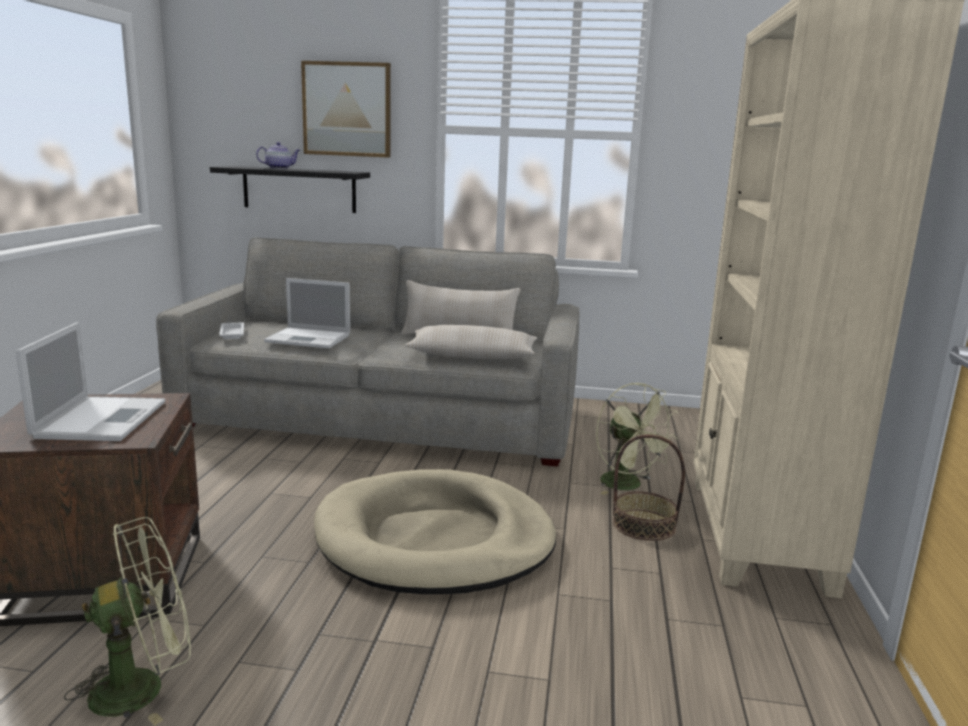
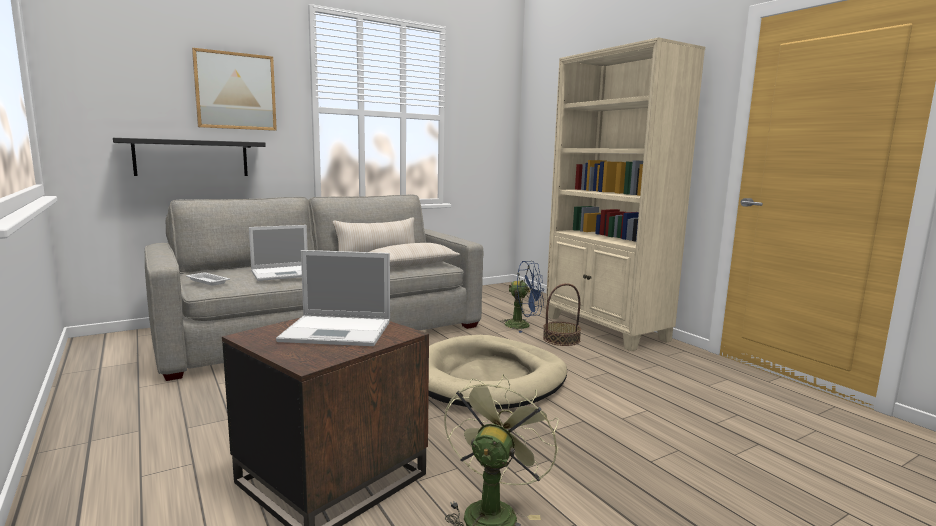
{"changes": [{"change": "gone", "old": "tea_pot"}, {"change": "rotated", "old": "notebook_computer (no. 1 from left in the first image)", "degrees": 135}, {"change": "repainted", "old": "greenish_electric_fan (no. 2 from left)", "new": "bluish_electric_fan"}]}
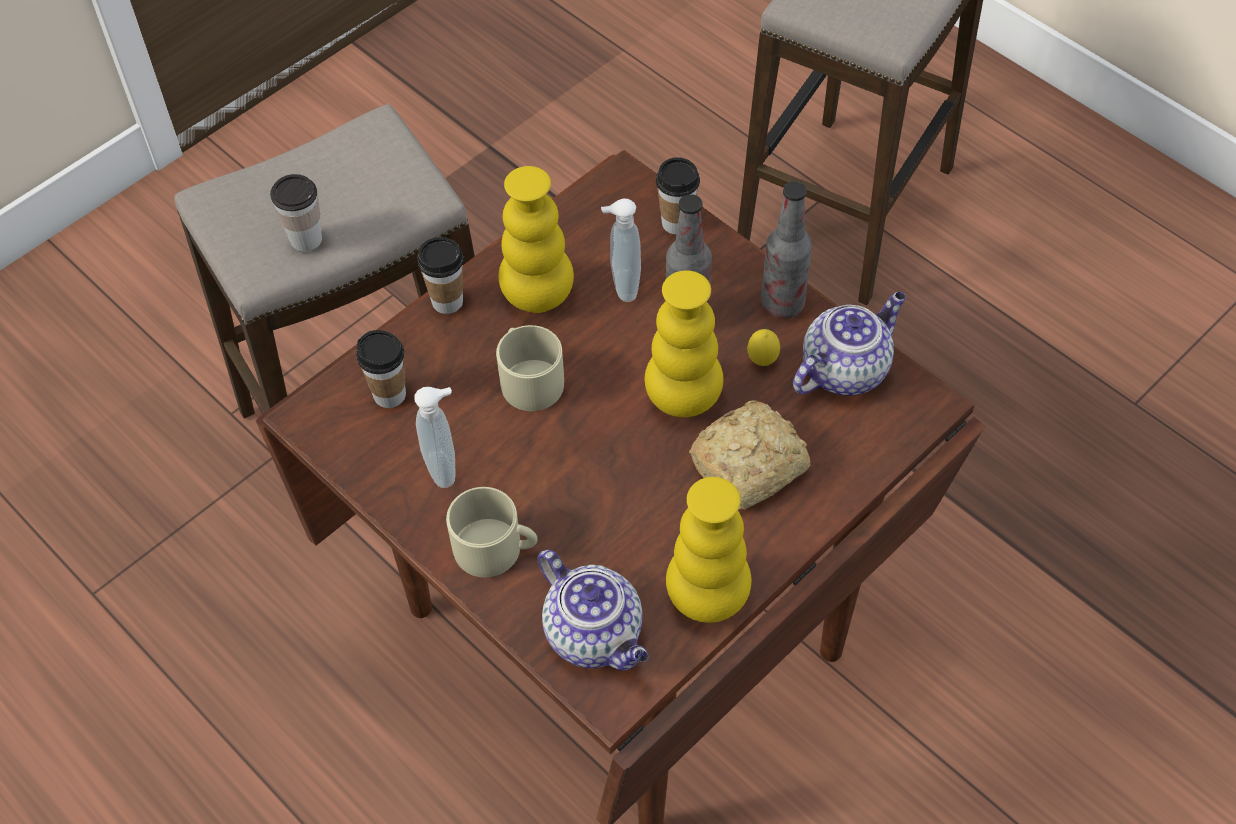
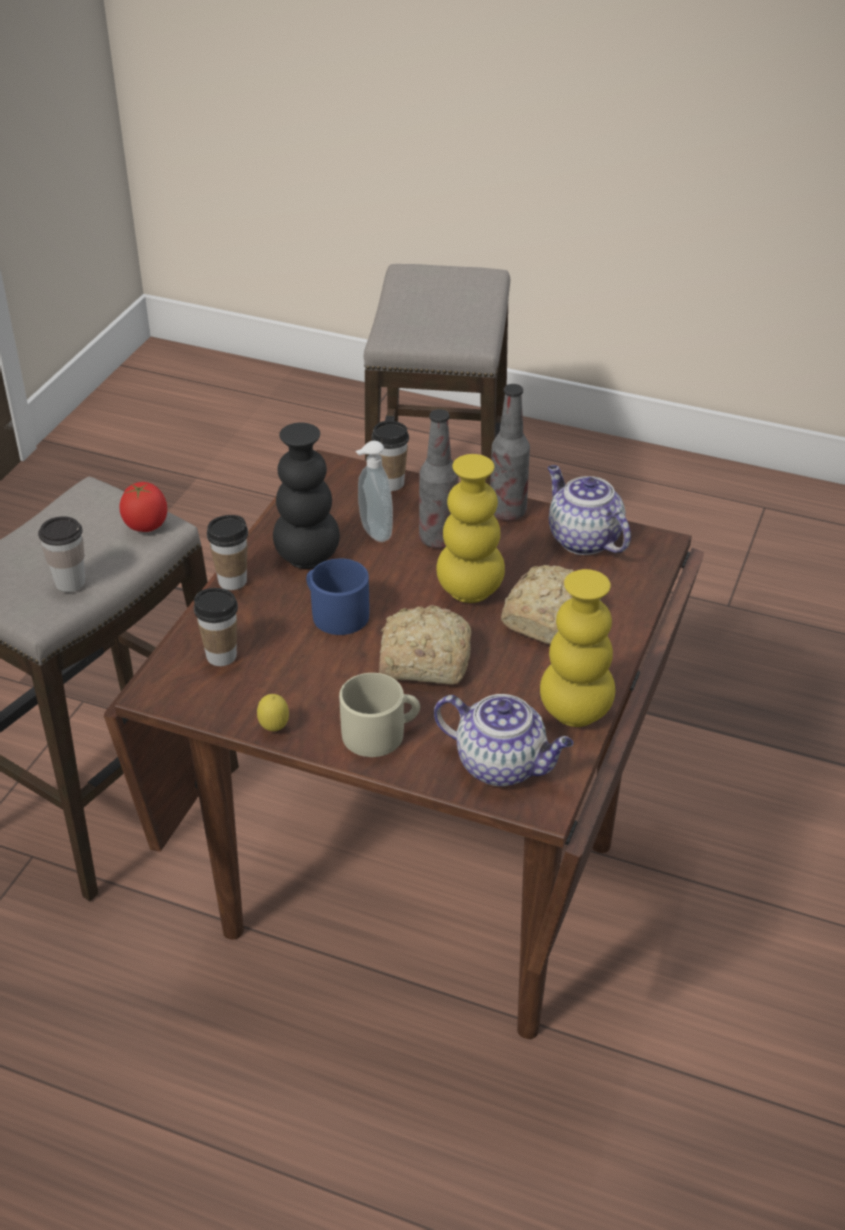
{"changes": [{"change": "repainted", "old": "yellow_flower_vase (no. 1 from left)", "new": "black_flower_vase"}, {"change": "rotated", "old": "tea_pot (no. 2 from left)", "degrees": -60}, {"change": "repainted", "old": "sand-coloured_tea_mug (no. 2 from left)", "new": "bluish_tea_mug"}, {"change": "shifted", "old": "whole_lemon"}, {"change": "gone", "old": "soap_dispenser (no. 1 from left)"}, {"change": "new", "new": "fresh_tomato"}, {"change": "new", "new": "baked_bread (no. 1 from left)"}]}
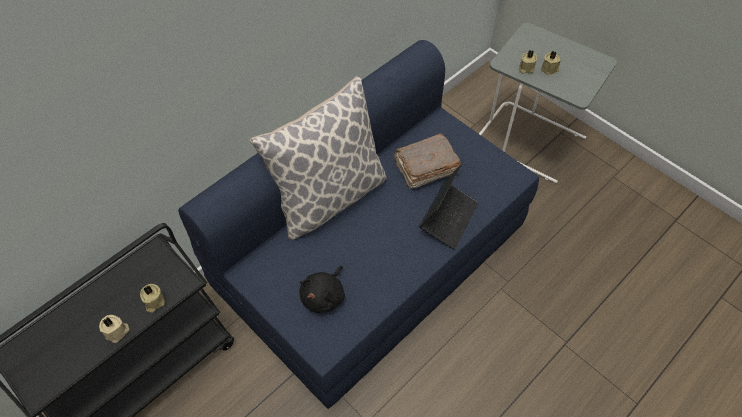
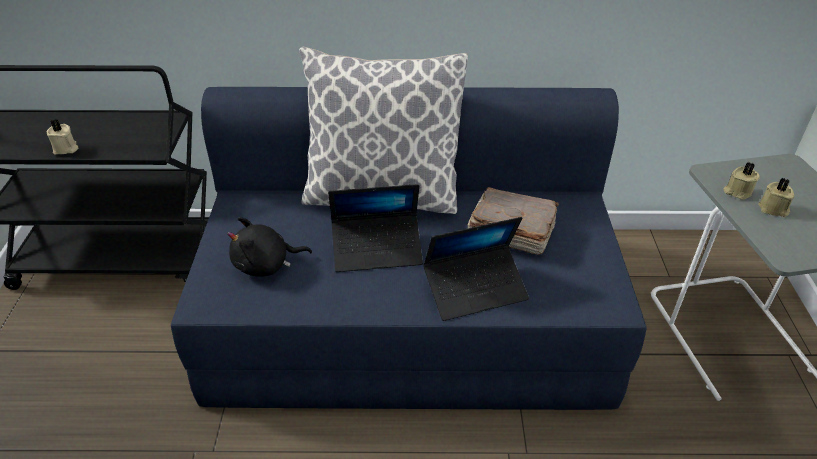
{"changes": [{"change": "gone", "old": "sand-coloured_candle (no. 2 from left)"}, {"change": "new", "new": "notebook_computer (no. 1 from left)"}]}
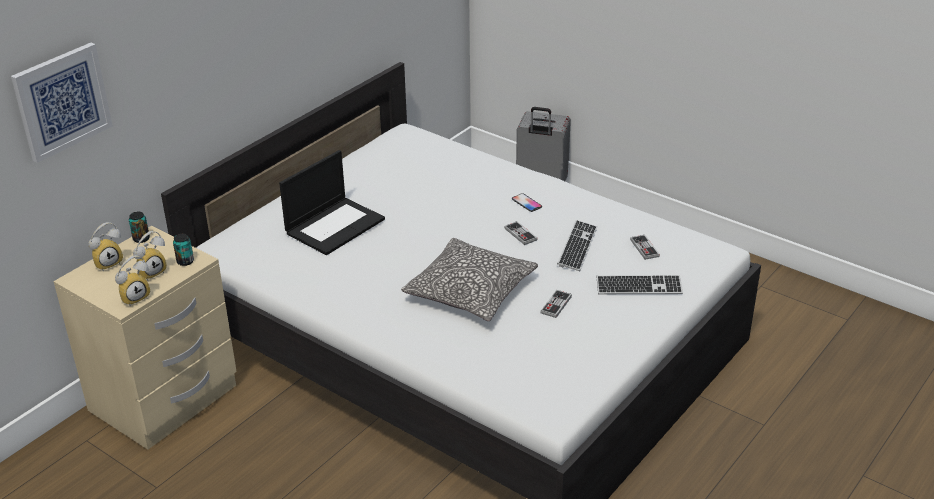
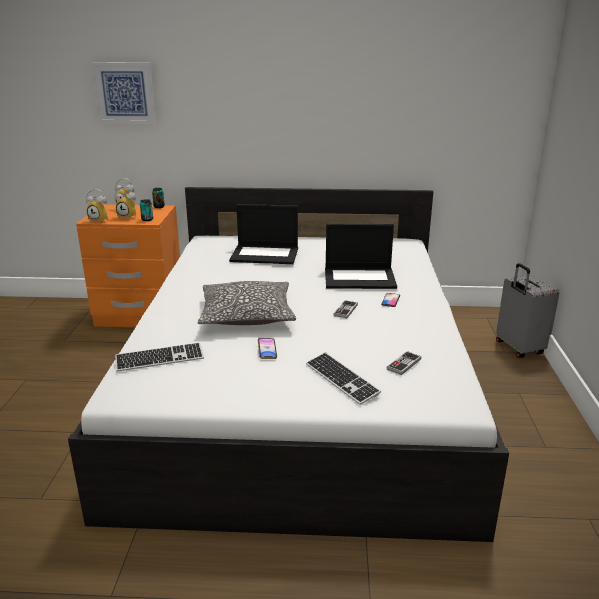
{"changes": [{"change": "shifted", "old": "keyboard (no. 1 from left)"}, {"change": "repainted", "old": "sand-coloured_bedside_table", "new": "orange-coloured_bedside_table"}, {"change": "swapped", "old": "joypad (no. 2 from left)", "new": "phone (no. 1 from left)"}, {"change": "new", "new": "notebook_computer (no. 2 from left)"}]}
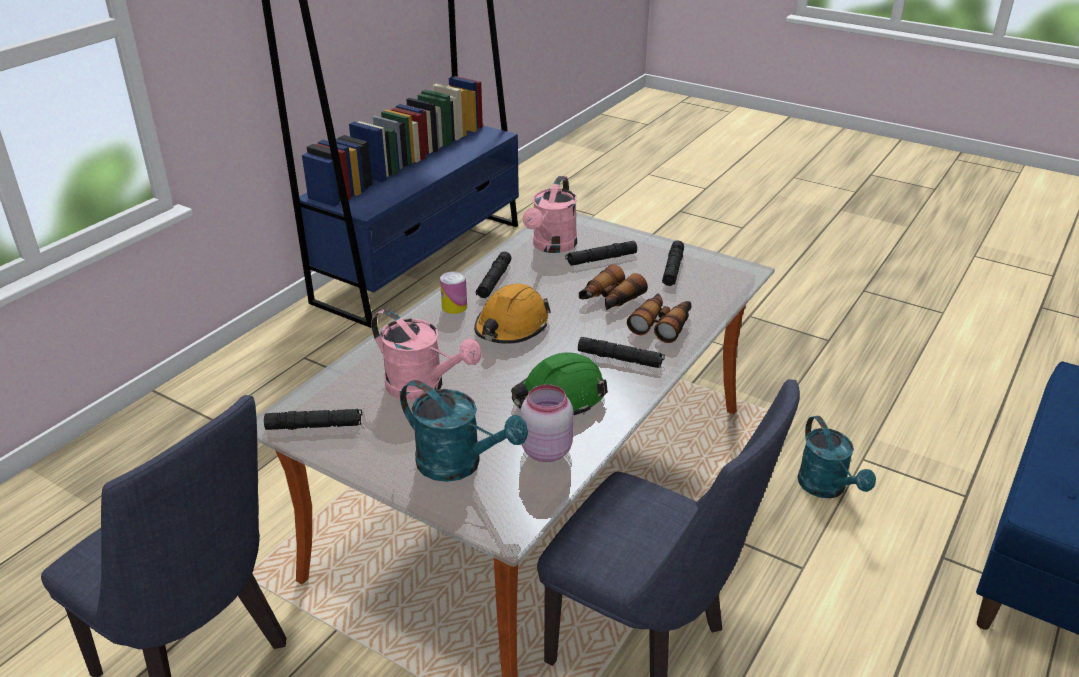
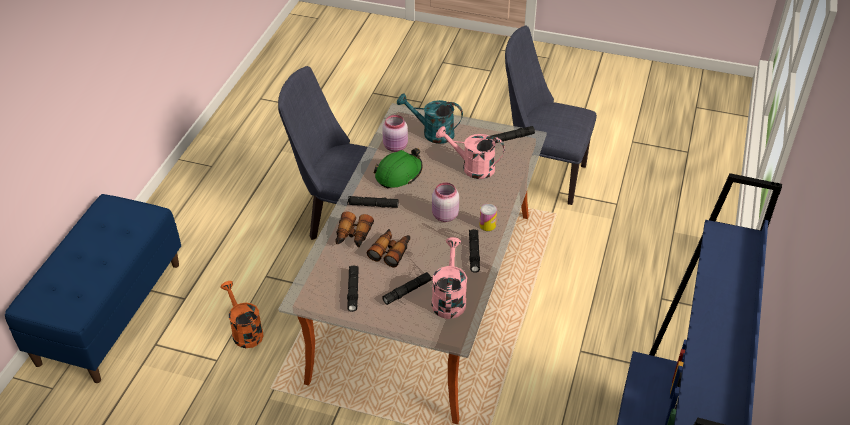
{"changes": [{"change": "swapped", "old": "orange-coloured_hard_hat", "new": "pink-coloured_jar (no. 2 from left)"}, {"change": "repainted", "old": "blue-green_sprinkling_can (no. 2 from left)", "new": "orange-coloured_sprinkling_can"}]}
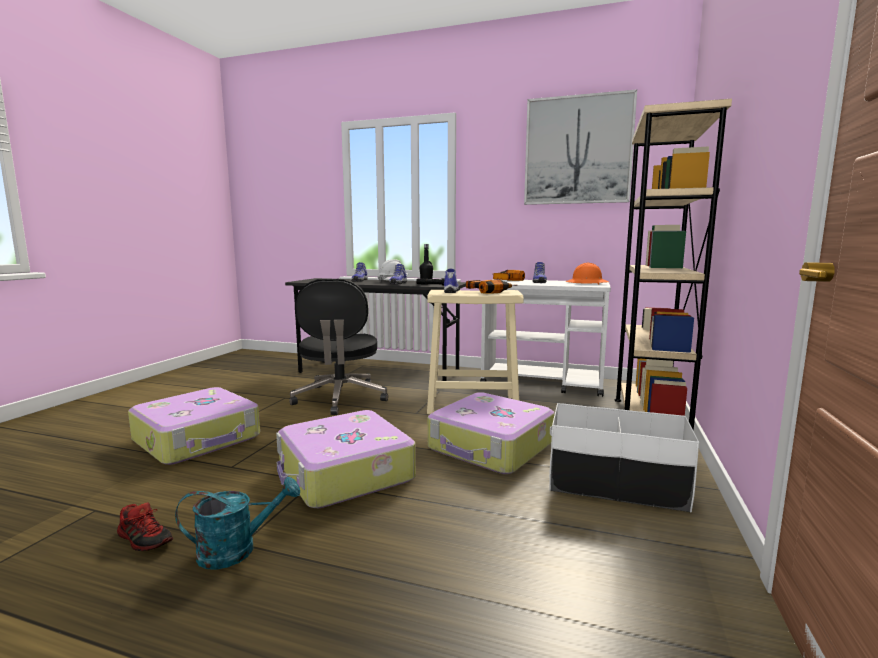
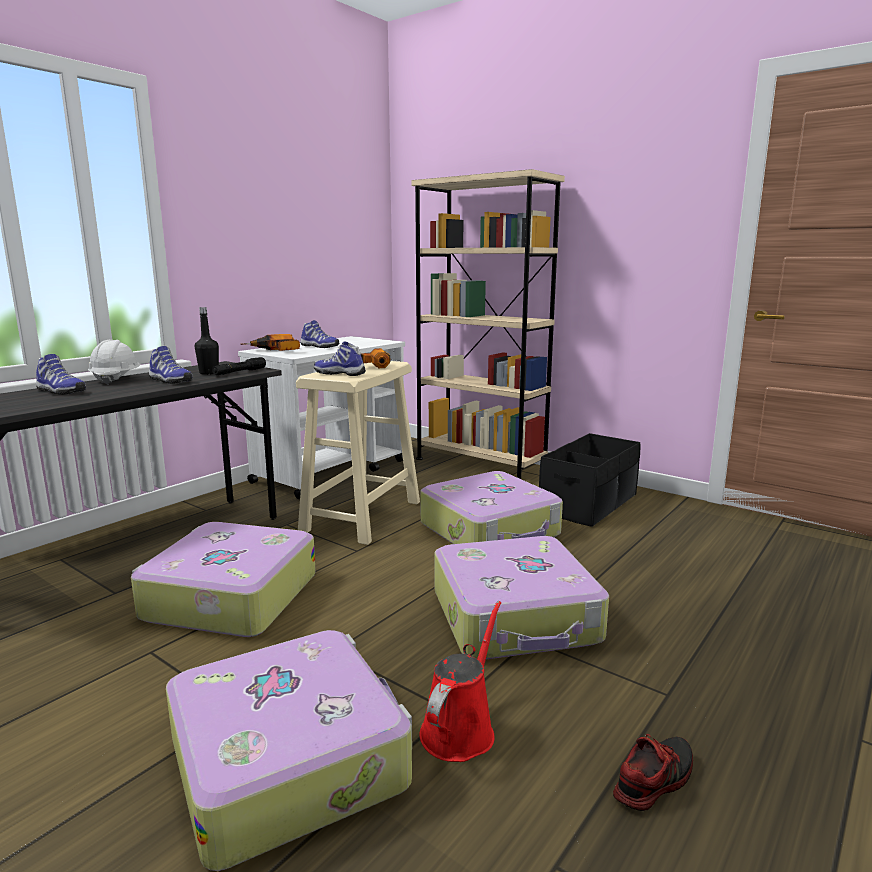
{"changes": [{"change": "gone", "old": "picture"}, {"change": "gone", "old": "orange-coloured_hard_hat"}, {"change": "swapped", "old": "black_desk_chair", "new": "travel_case (no. 1 from left)"}, {"change": "repainted", "old": "white-coloured_storage_bin", "new": "black_storage_bin"}, {"change": "gone", "old": "blue-green_sprinkling_can"}, {"change": "new", "new": "red_sprinkling_can"}]}
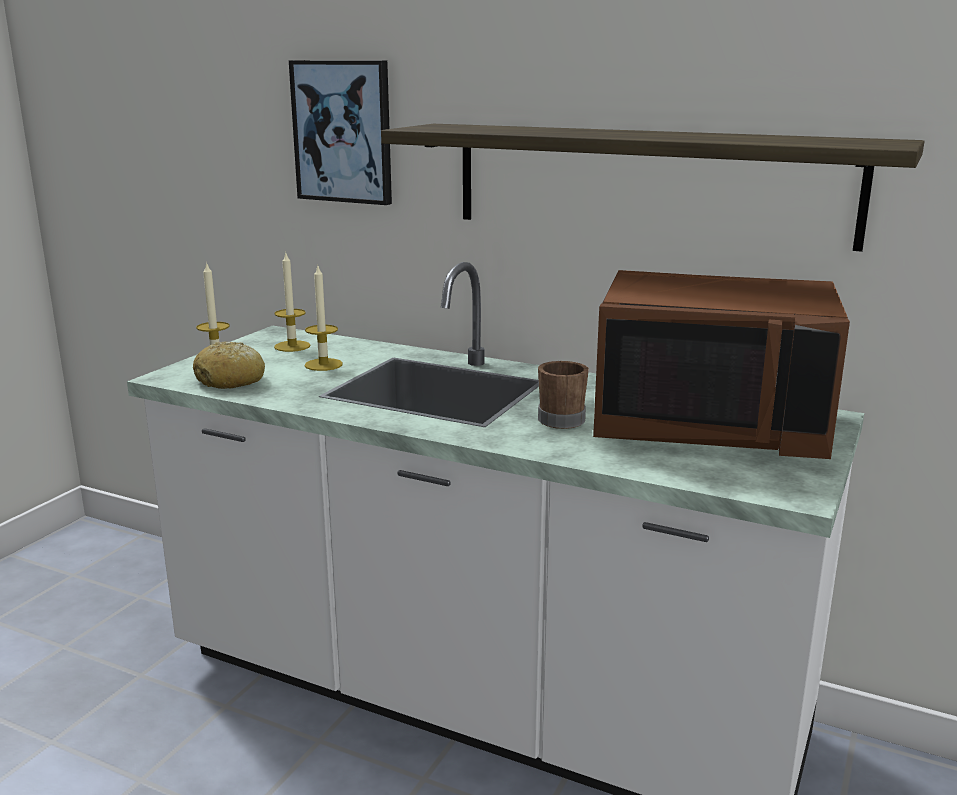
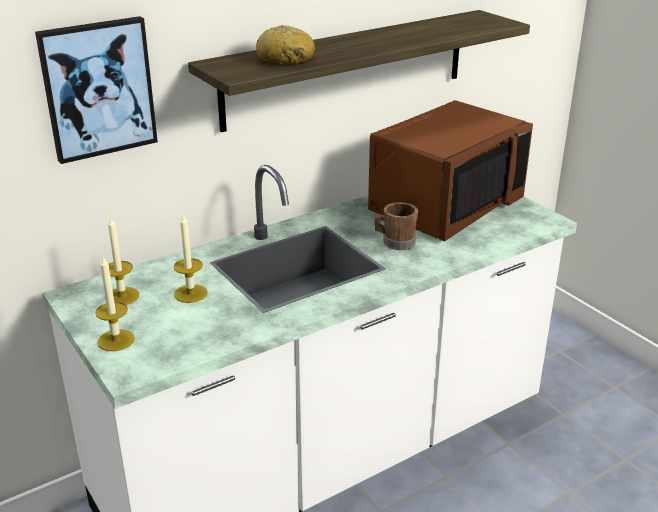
{"changes": [{"change": "shifted", "old": "baked_bread"}]}
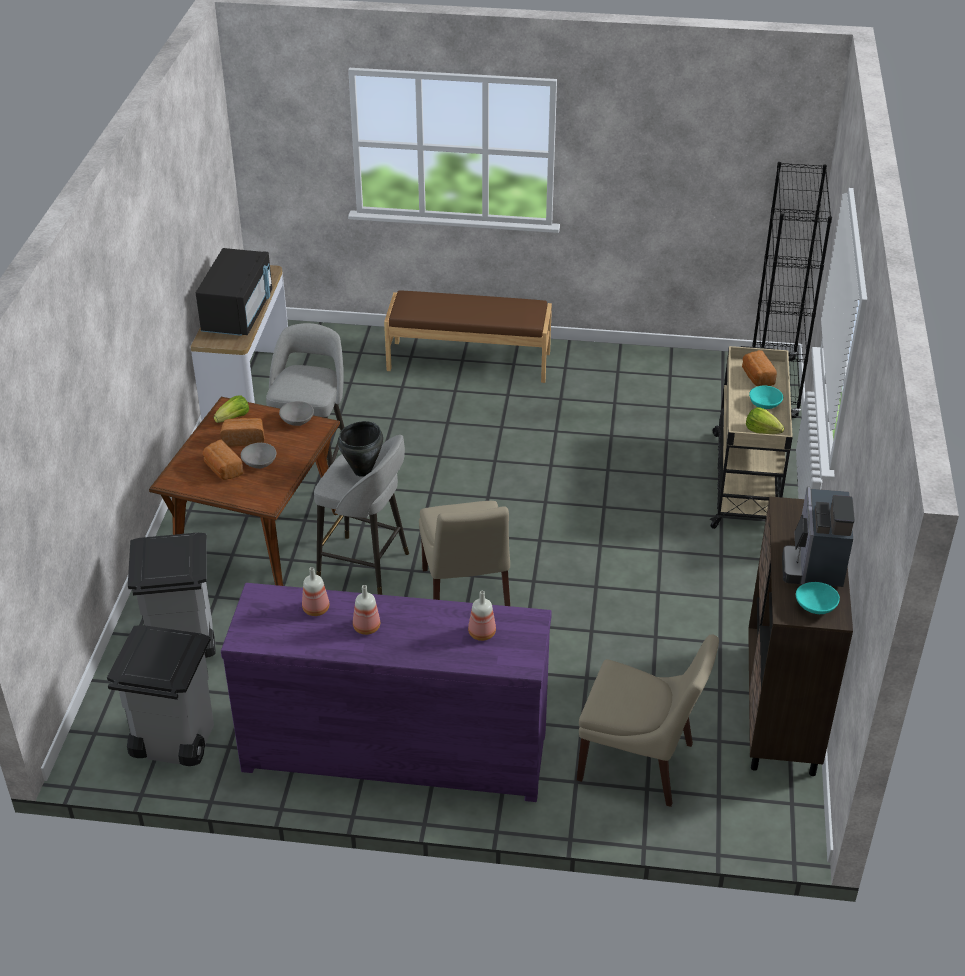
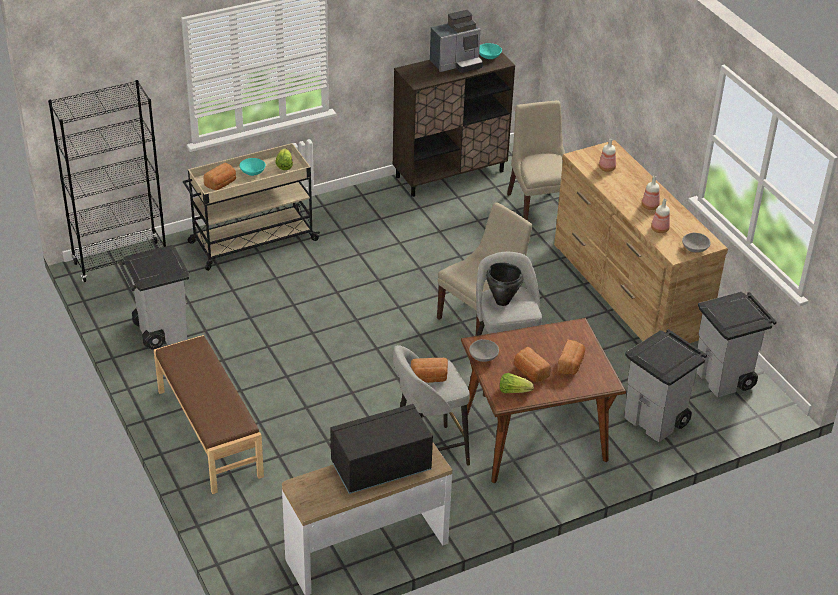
{"changes": [{"change": "shifted", "old": "grey_bowl (no. 1 from left in the first image)", "new": "grey_bowl (no. 2 from left)"}, {"change": "repainted", "old": "purple_chest_of_drawers", "new": "brown_chest_of_drawers"}, {"change": "new", "new": "grey_waste_bin (no. 1 from left)"}, {"change": "new", "new": "baked_bread (no. 2 from left)"}]}
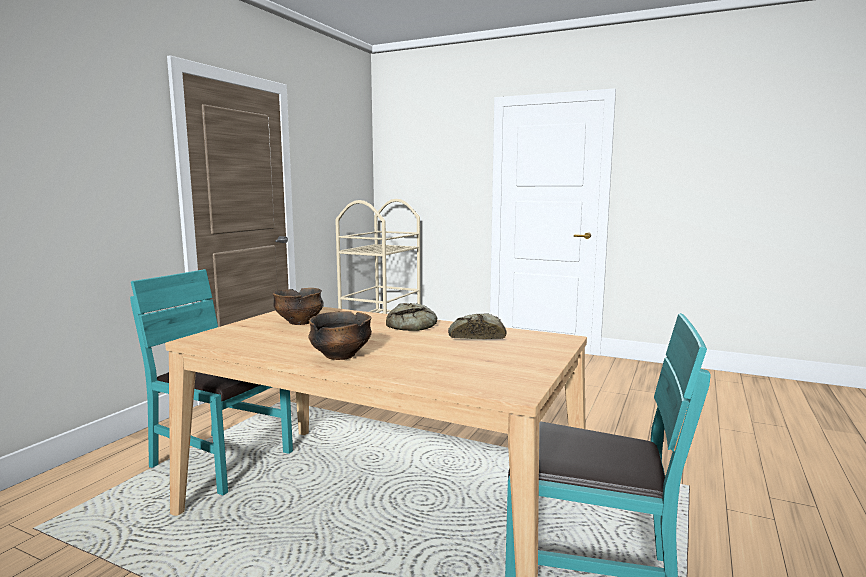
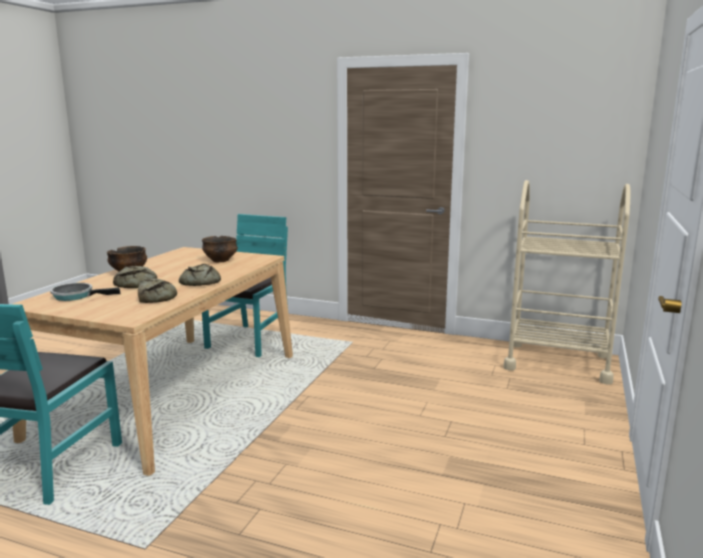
{"changes": [{"change": "new", "new": "baked_bread (no. 1 from left)"}, {"change": "new", "new": "skillet"}]}
